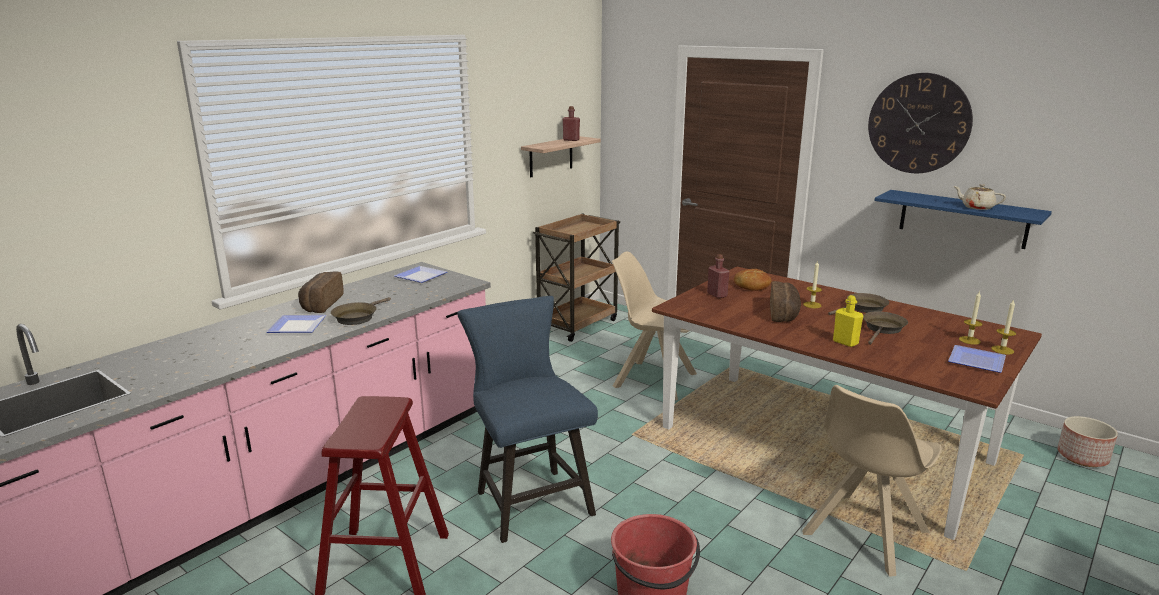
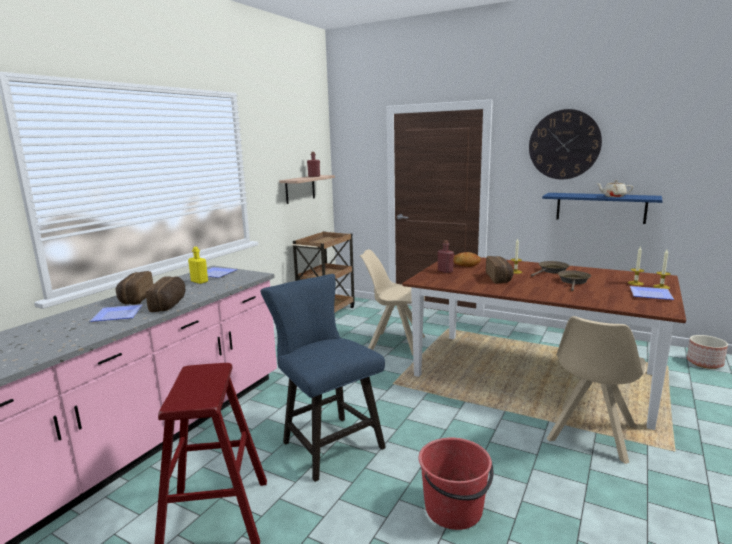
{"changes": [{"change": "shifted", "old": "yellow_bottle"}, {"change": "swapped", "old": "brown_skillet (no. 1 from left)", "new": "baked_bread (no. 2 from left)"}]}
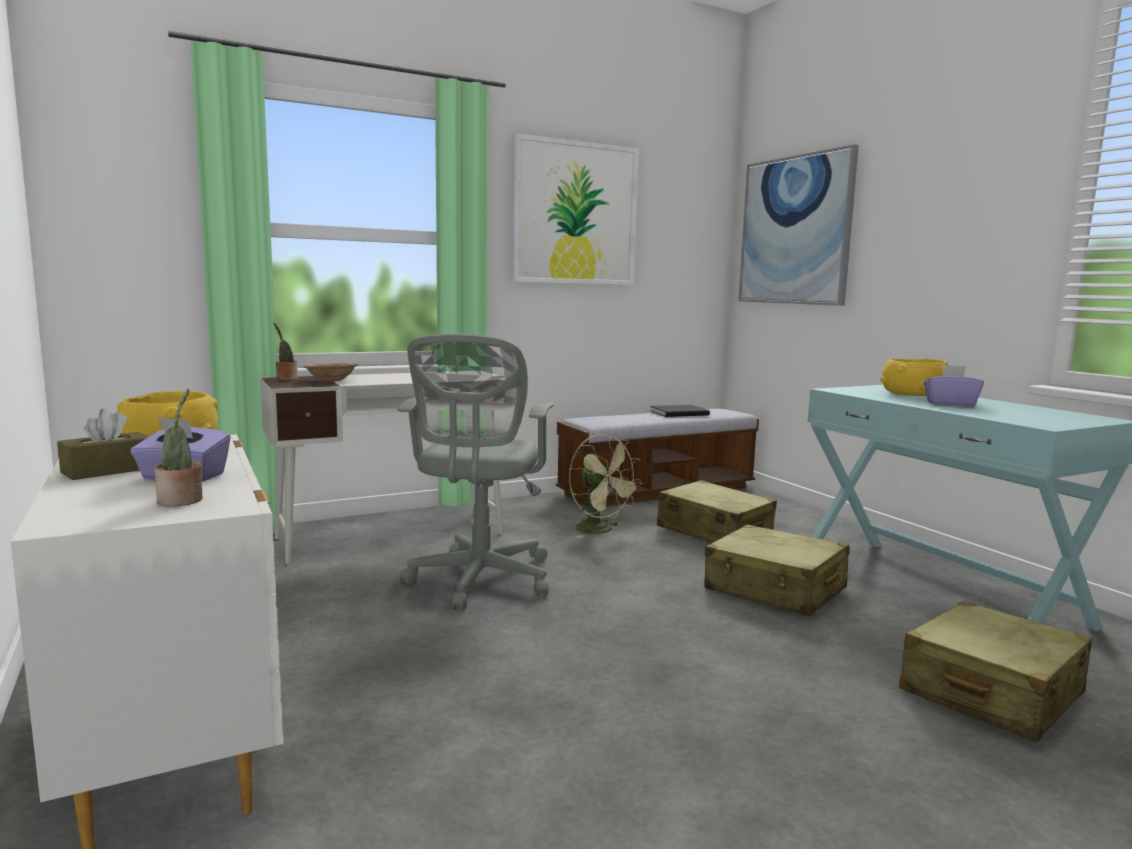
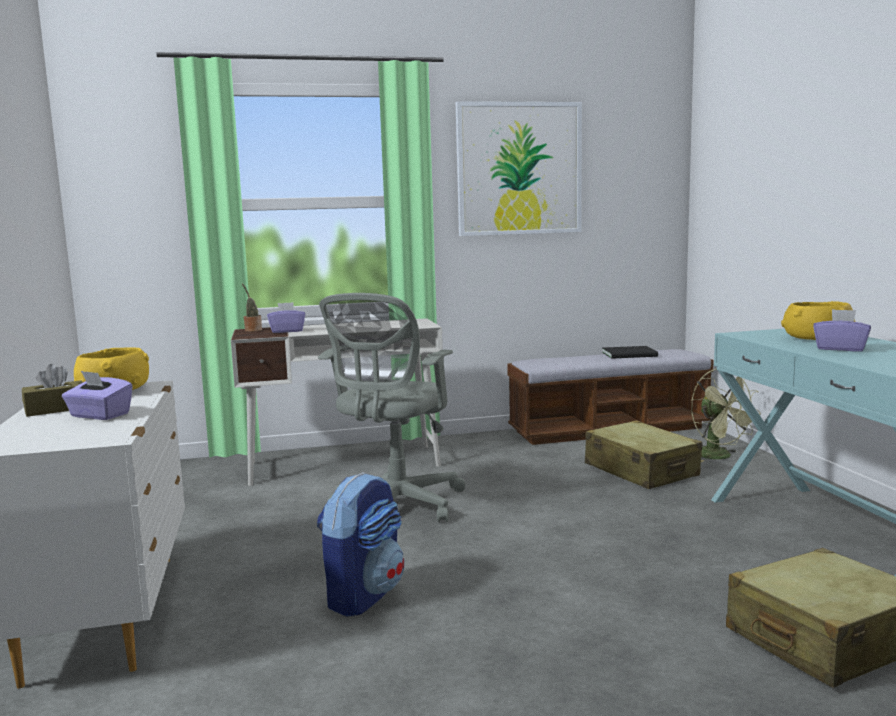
{"changes": [{"change": "gone", "old": "picture (no. 2 from left)"}, {"change": "swapped", "old": "brown_bowl", "new": "purple_box_of_tissues (no. 2 from left)"}, {"change": "gone", "old": "houseplant (no. 1 from left)"}, {"change": "shifted", "old": "greenish_electric_fan"}, {"change": "gone", "old": "sand-coloured_travel_case (no. 2 from left)"}, {"change": "new", "new": "knapsack"}]}
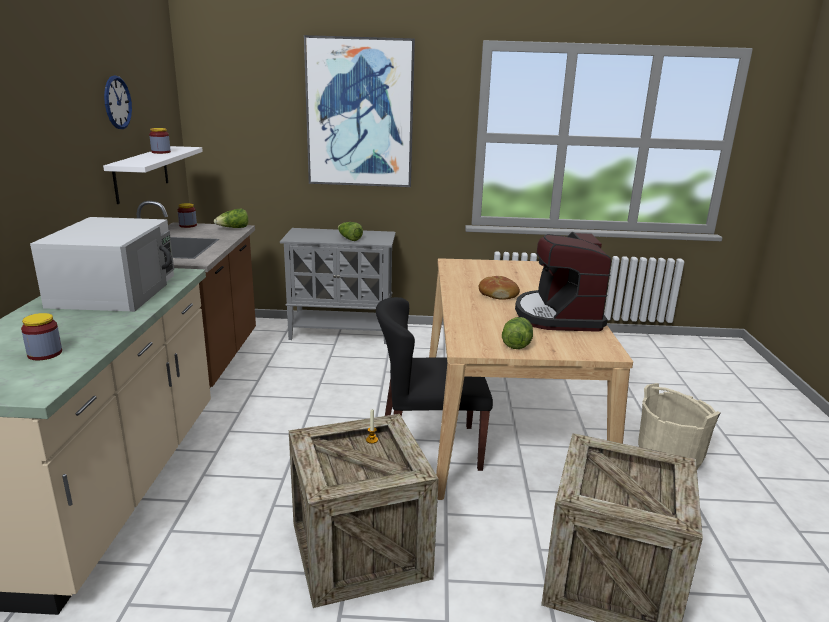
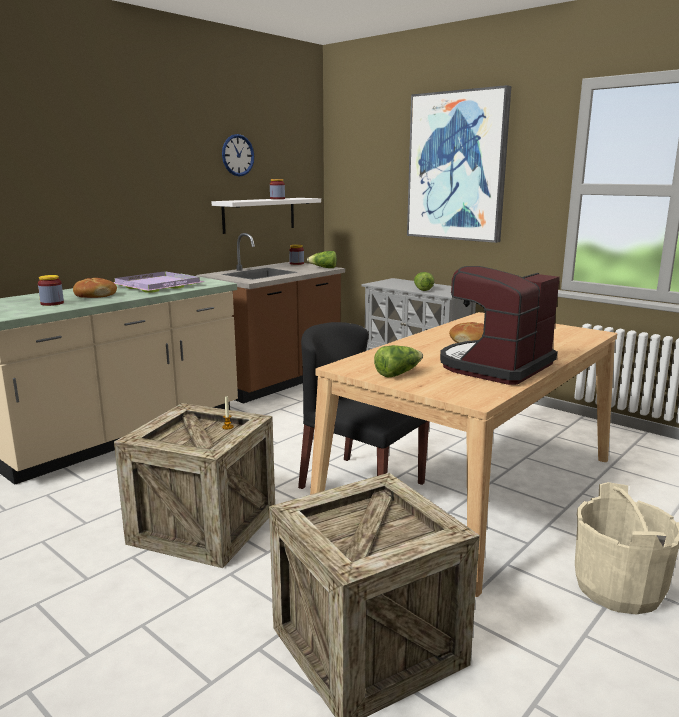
{"changes": [{"change": "swapped", "old": "white-coloured_microwave", "new": "purple_tray"}, {"change": "new", "new": "baked_bread (no. 1 from left)"}]}
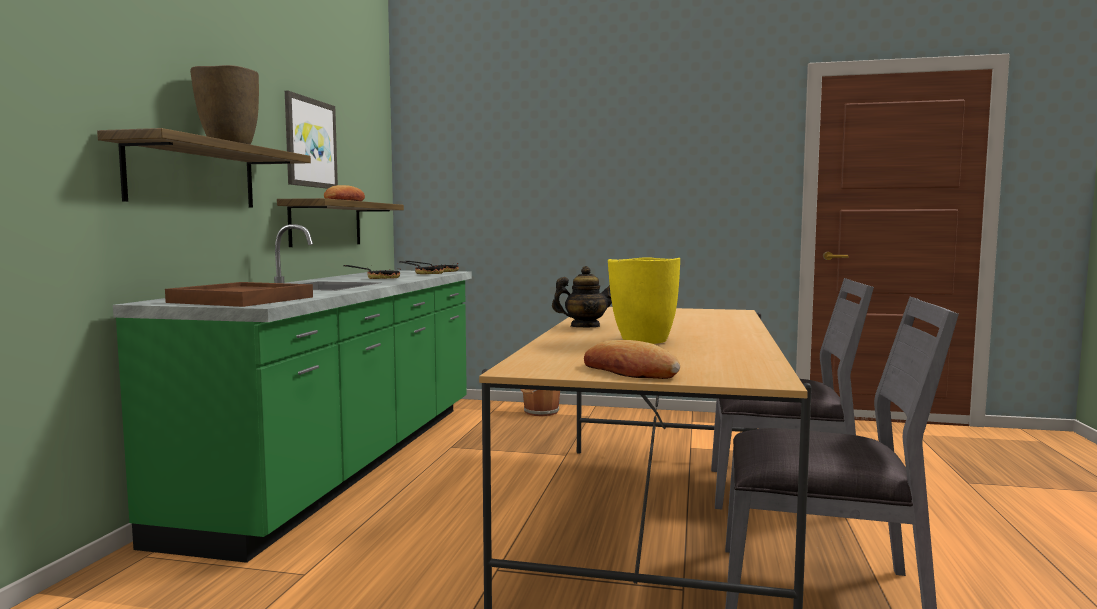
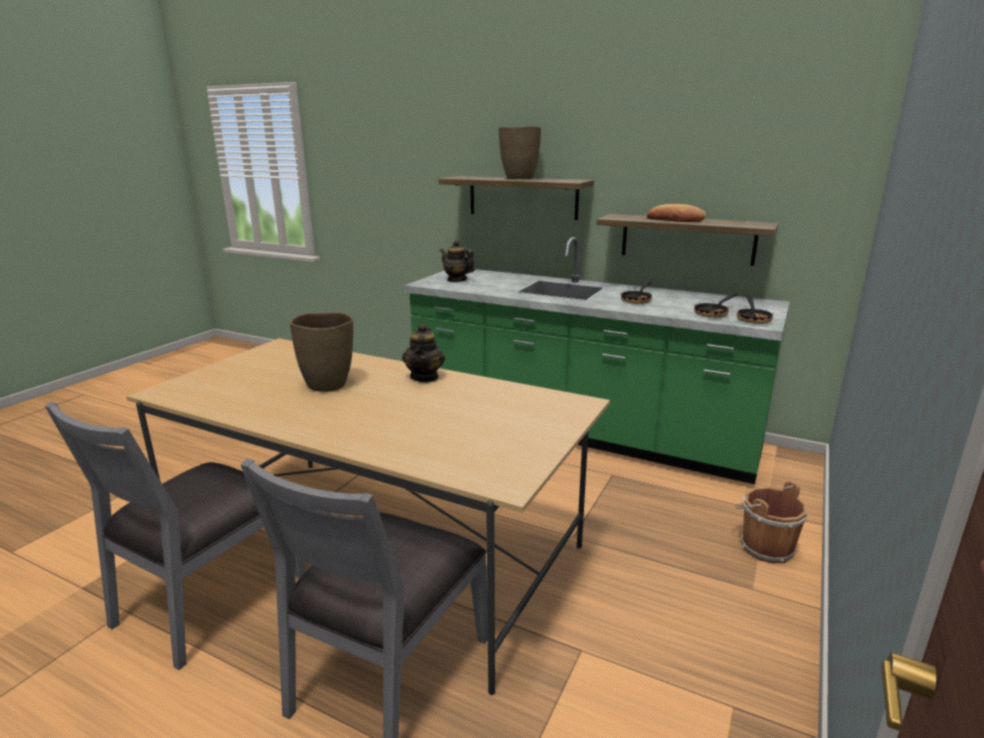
{"changes": [{"change": "gone", "old": "picture"}, {"change": "repainted", "old": "yellow_flower_vase", "new": "brown_flower_vase (no. 1 from left)"}, {"change": "swapped", "old": "brown_tray", "new": "tea_pot (no. 2 from left)"}, {"change": "gone", "old": "baked_bread (no. 2 from left)"}]}
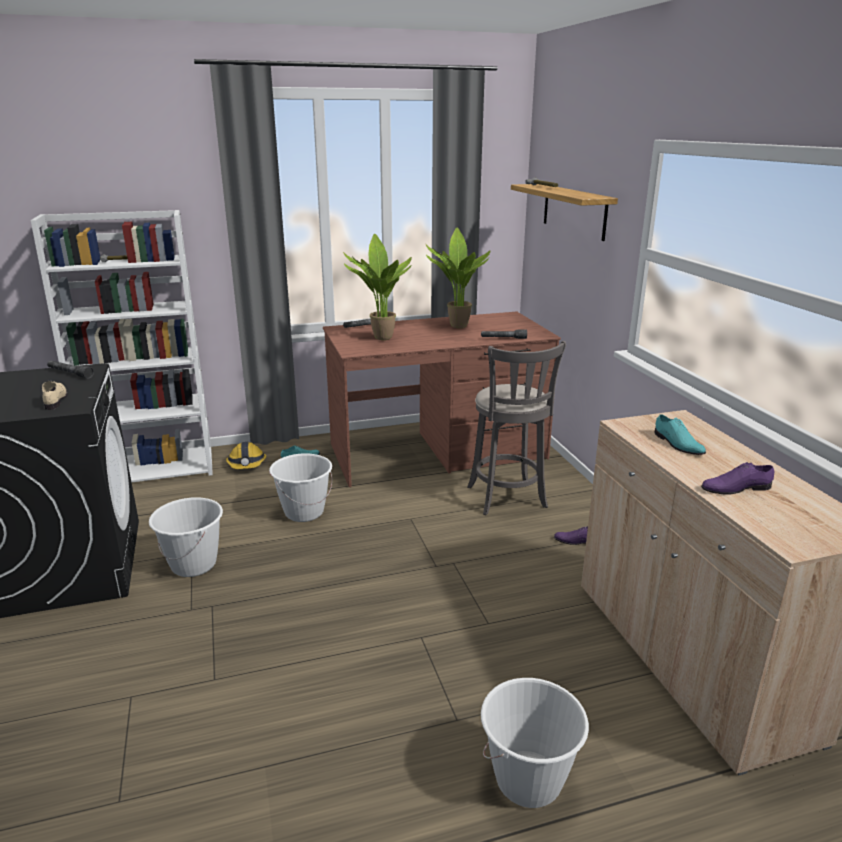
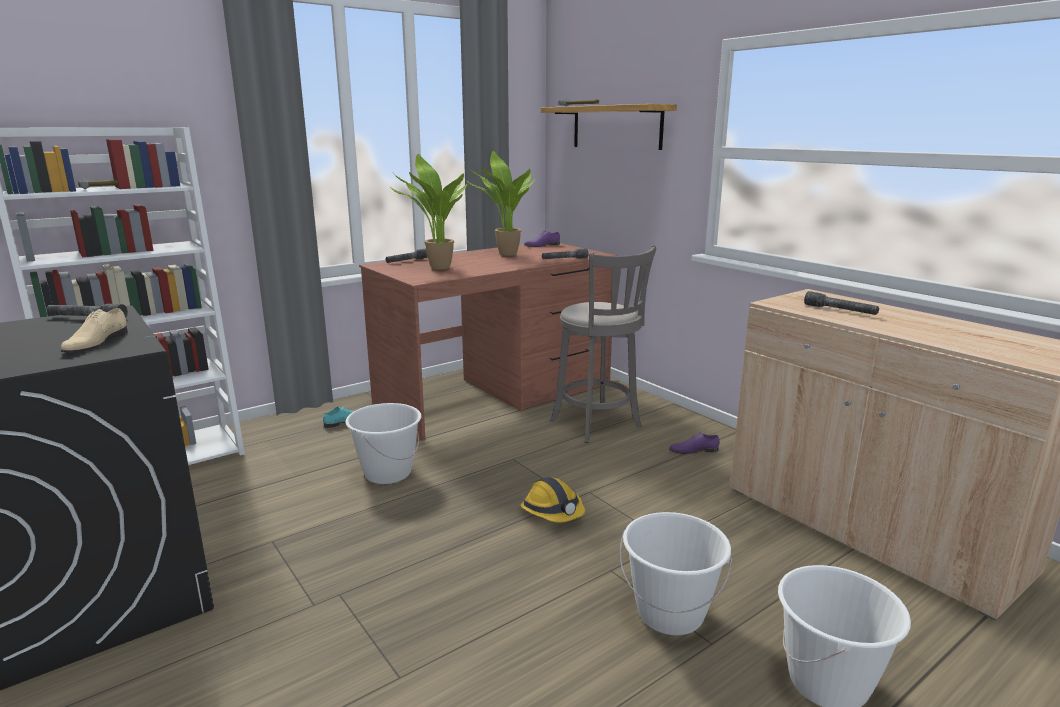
{"changes": [{"change": "rotated", "old": "sand-coloured_low_shoe", "degrees": -135}, {"change": "swapped", "old": "blue-green_low_shoe (no. 2 from left)", "new": "grey_hand_torch (no. 4 from left)"}, {"change": "shifted", "old": "hard_hat"}, {"change": "shifted", "old": "purple_low_shoe (no. 2 from left in the first image)", "new": "purple_low_shoe (no. 1 from left)"}, {"change": "shifted", "old": "white-coloured_pail (no. 1 from left in the first image)", "new": "white-coloured_pail (no. 2 from left)"}]}
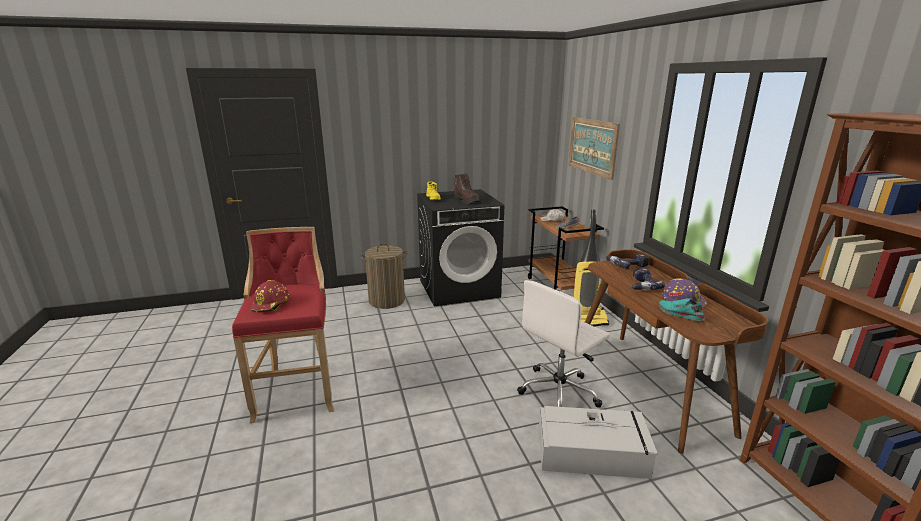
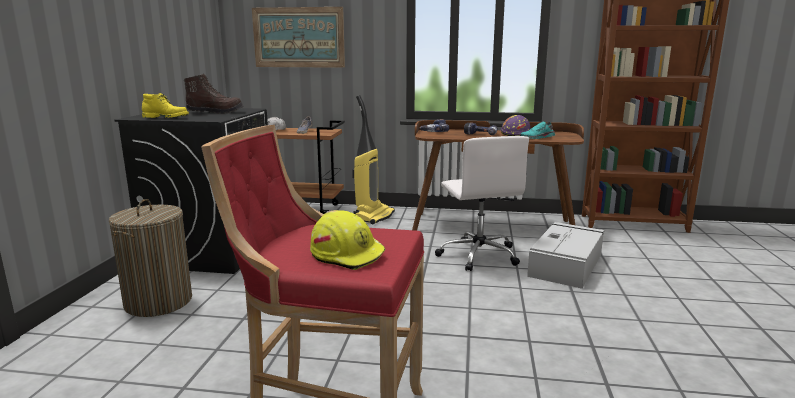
{"changes": [{"change": "repainted", "old": "red_hard_hat", "new": "yellow_hard_hat"}]}
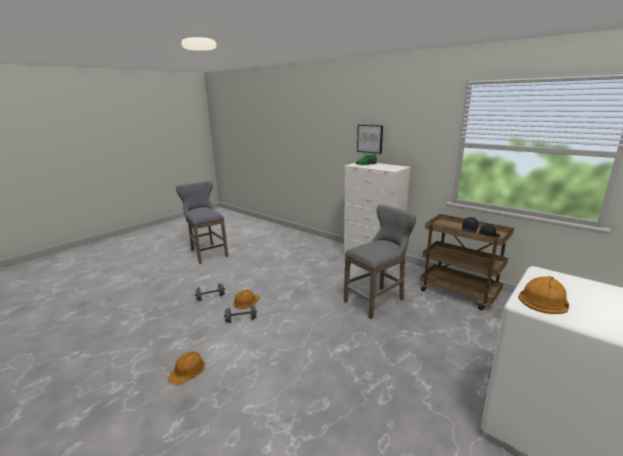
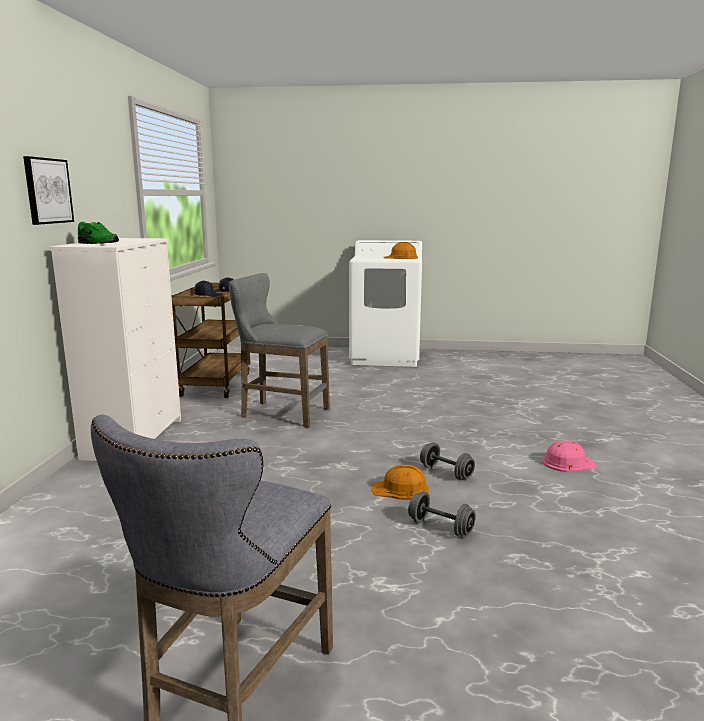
{"changes": [{"change": "repainted", "old": "orange-coloured_hard_hat (no. 1 from left)", "new": "pink-coloured_hard_hat"}]}
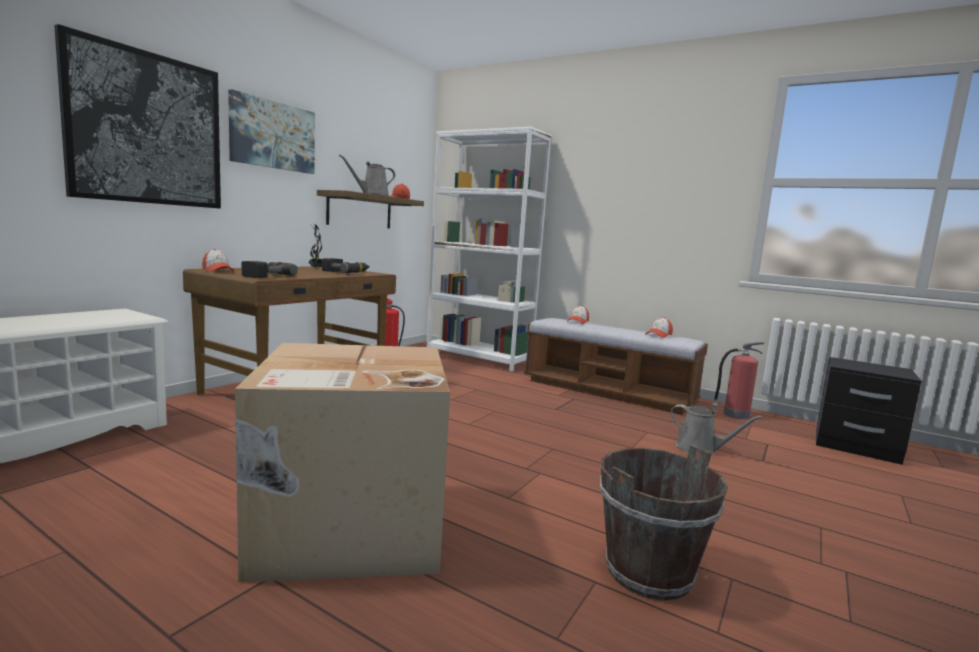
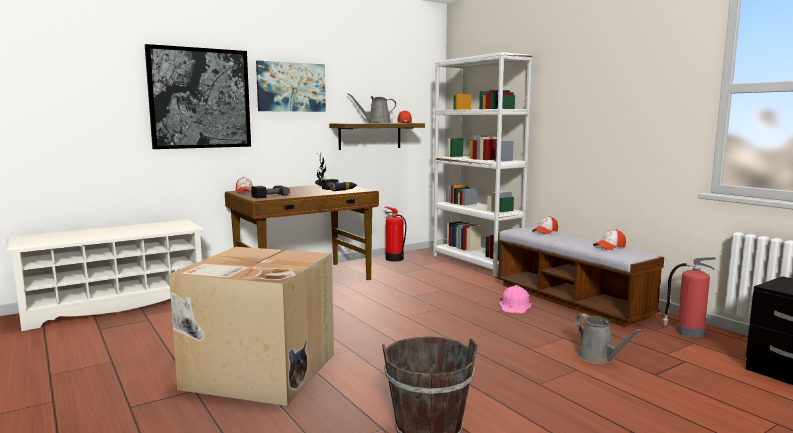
{"changes": [{"change": "new", "new": "pink-coloured_hard_hat"}]}
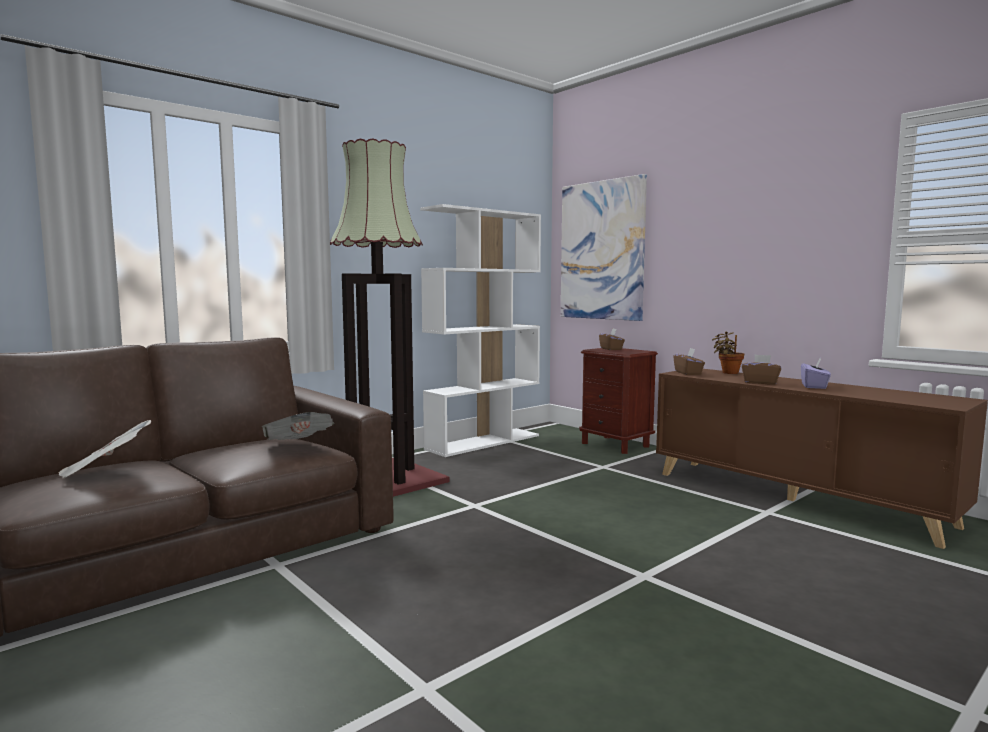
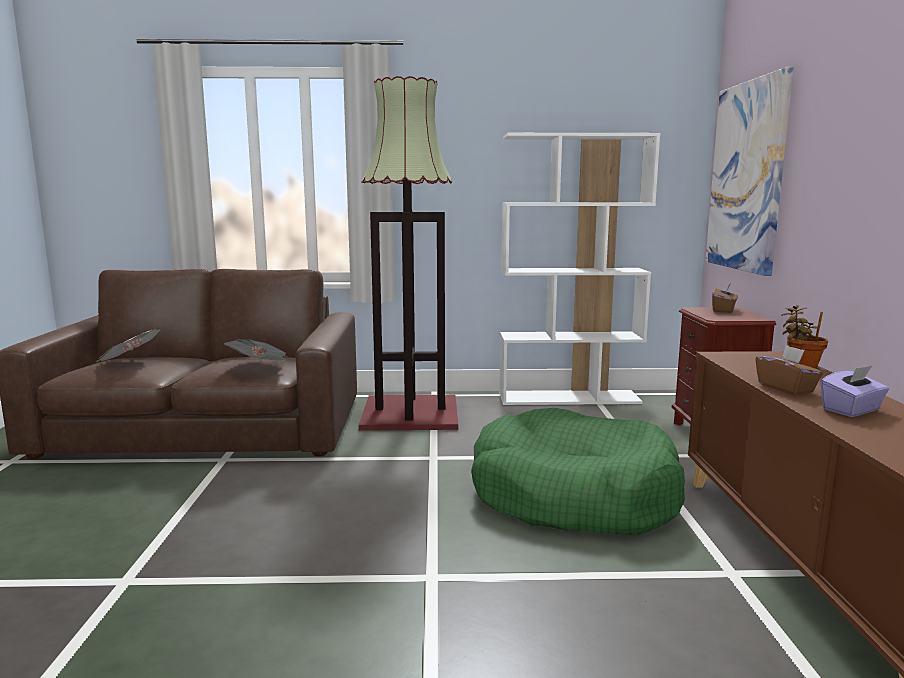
{"changes": [{"change": "gone", "old": "brown_box_of_tissues (no. 2 from left)"}, {"change": "new", "new": "greenish_dog_cushion"}]}
